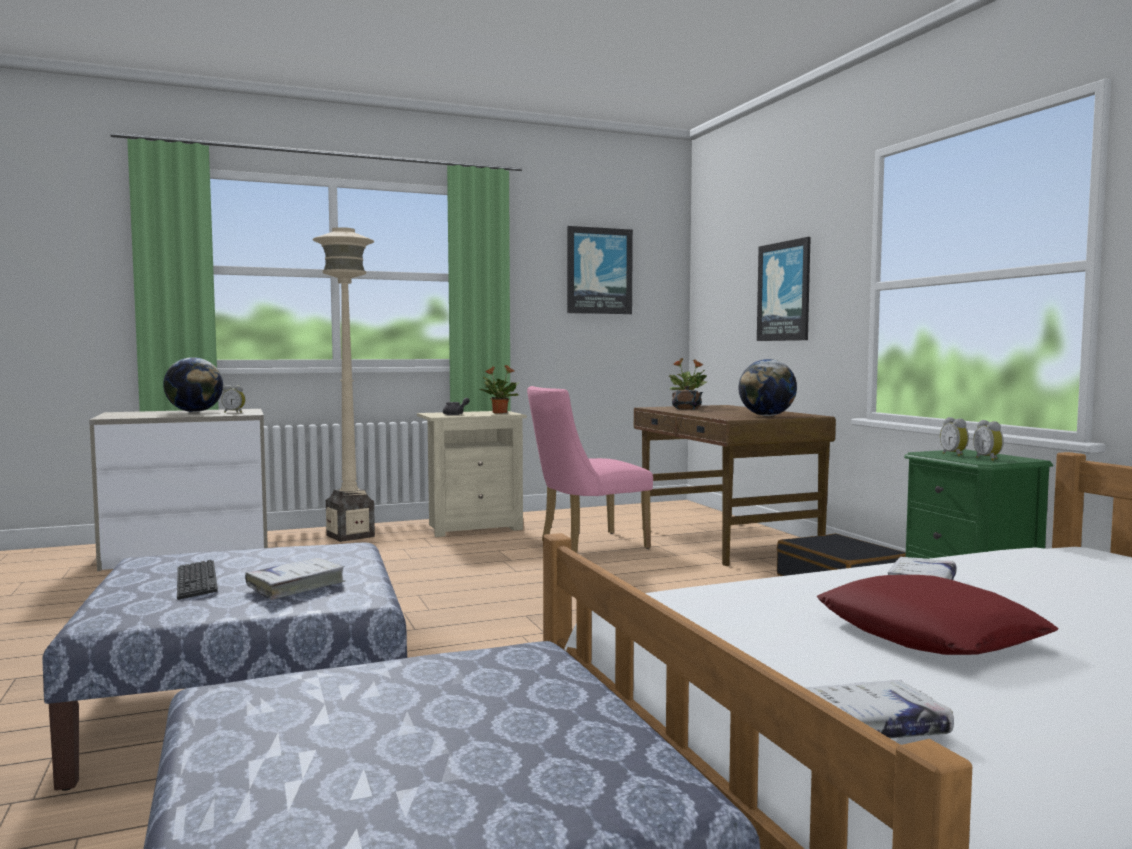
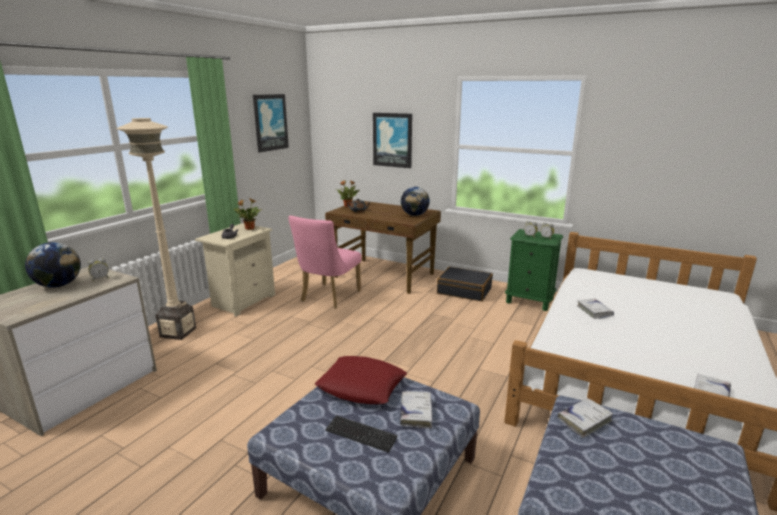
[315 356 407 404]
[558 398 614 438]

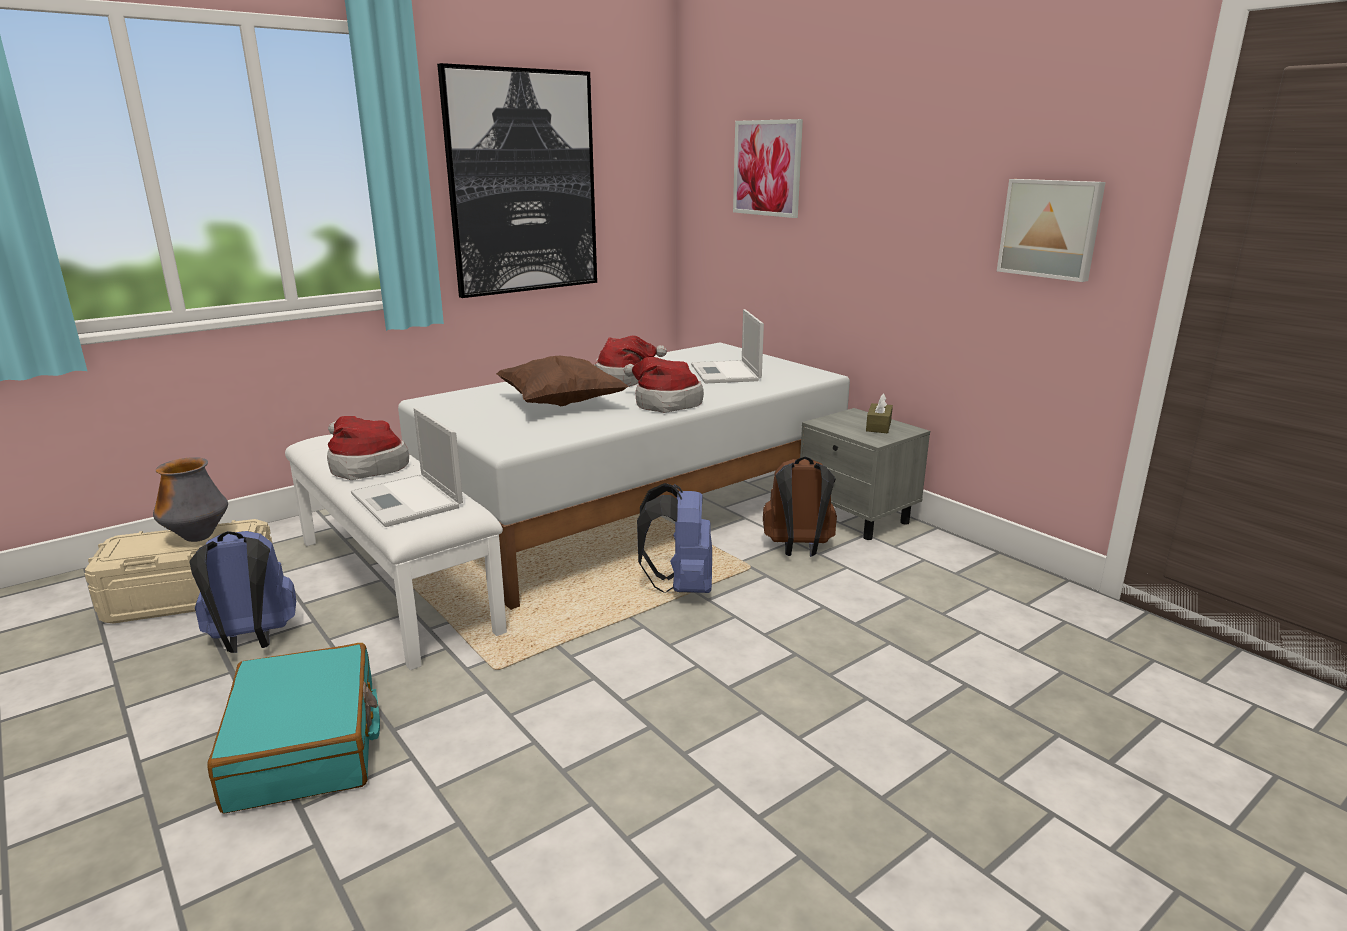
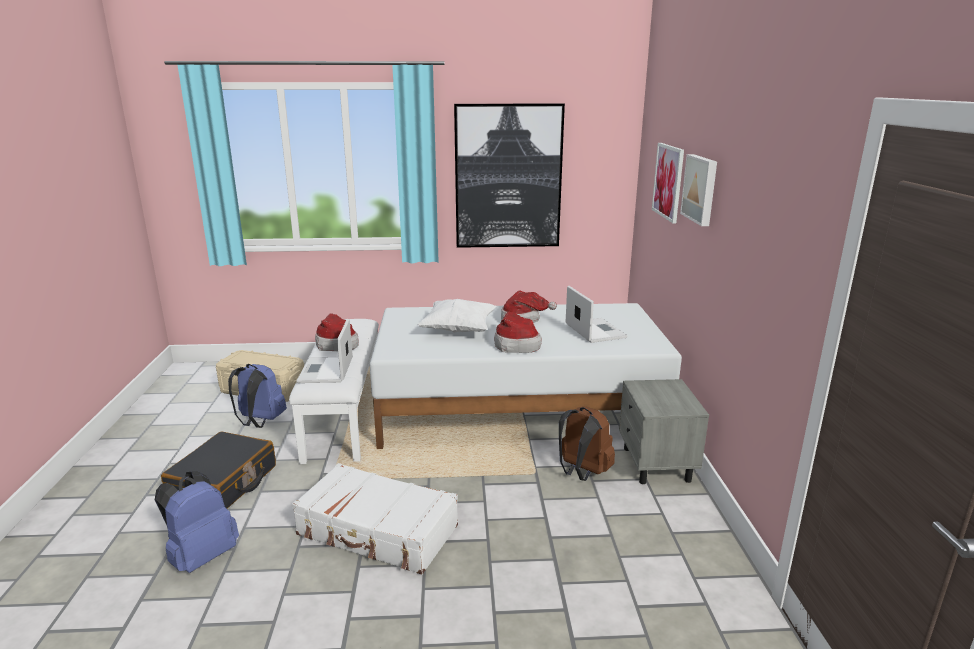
[680 154 717 226]
[565 286 627 343]
[418 299 497 333]
[866 393 893 433] (first image)
[153 457 228 542] (first image)
[155 471 239 573]
[161 432 276 509]
[292 463 458 575]

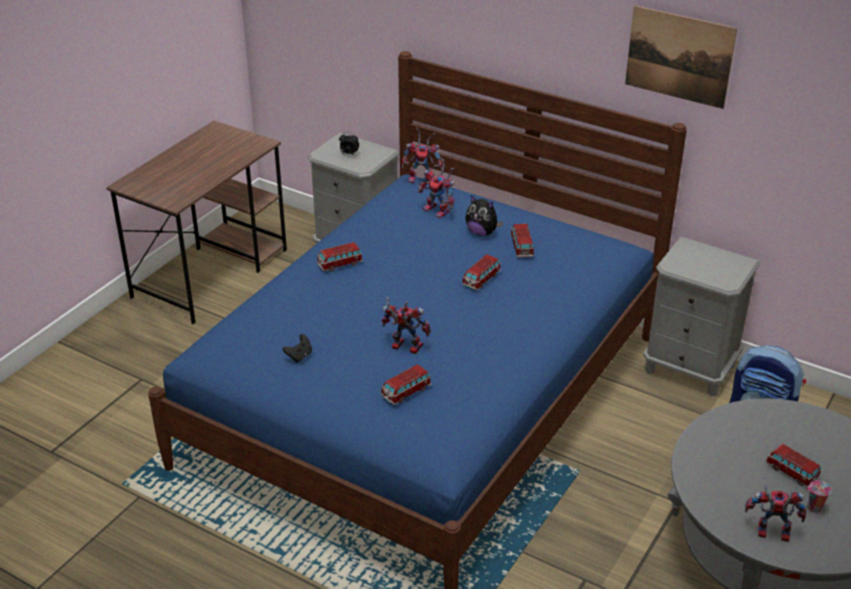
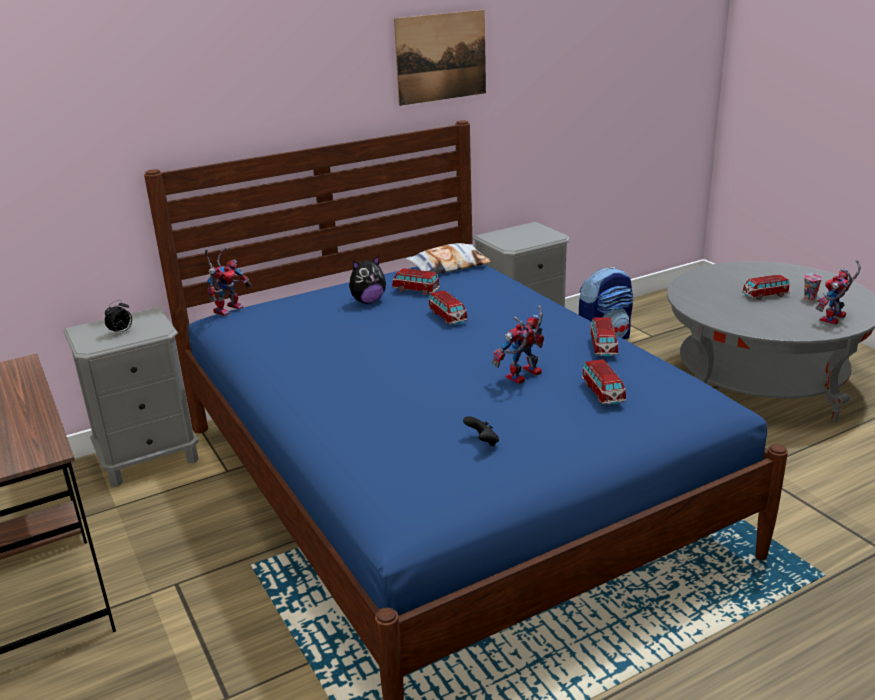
[418 157 455 218] (first image)
[590 317 618 356]
[406 243 492 274]

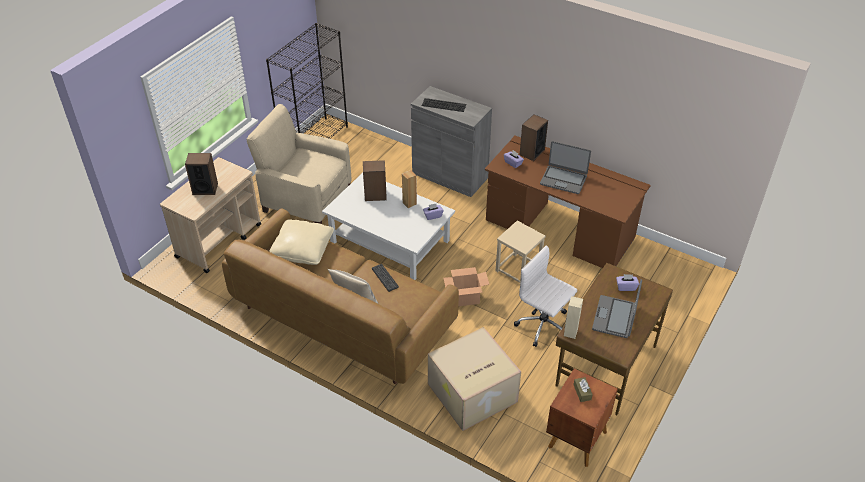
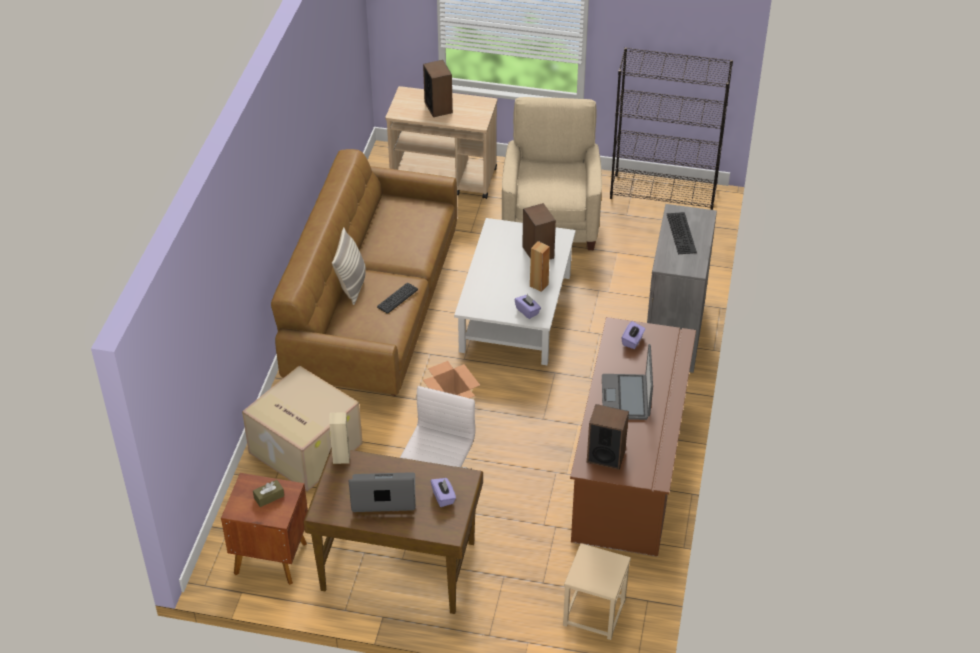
[587 404 629 470]
[269 219 334 265] (first image)
[563 543 631 640]

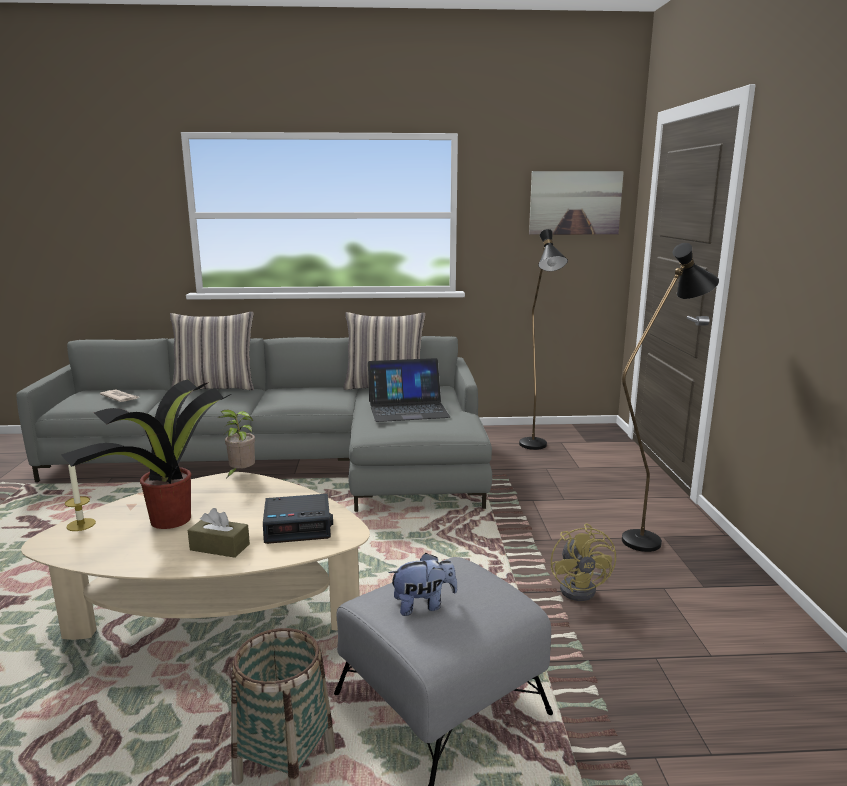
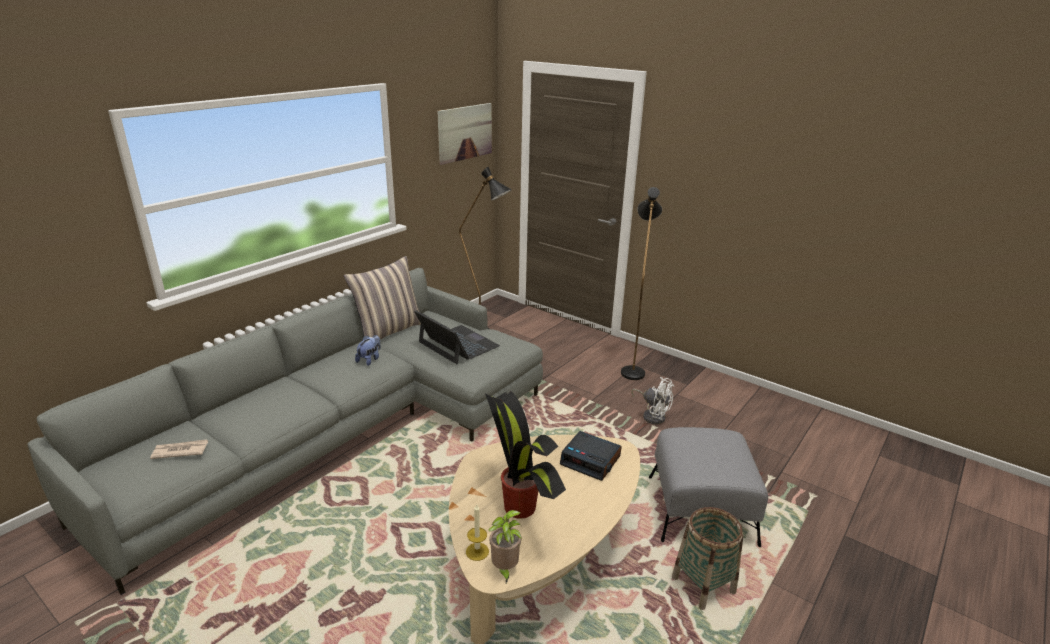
[170 312 254 390] (first image)
[414 310 500 364]
[488 510 522 583]
[560 431 622 481]
[188 508 250 558] (first image)
[631 377 674 424]
[355 335 381 366]

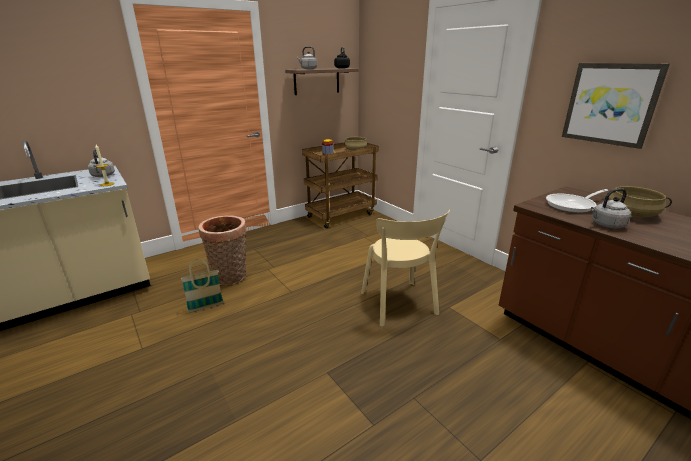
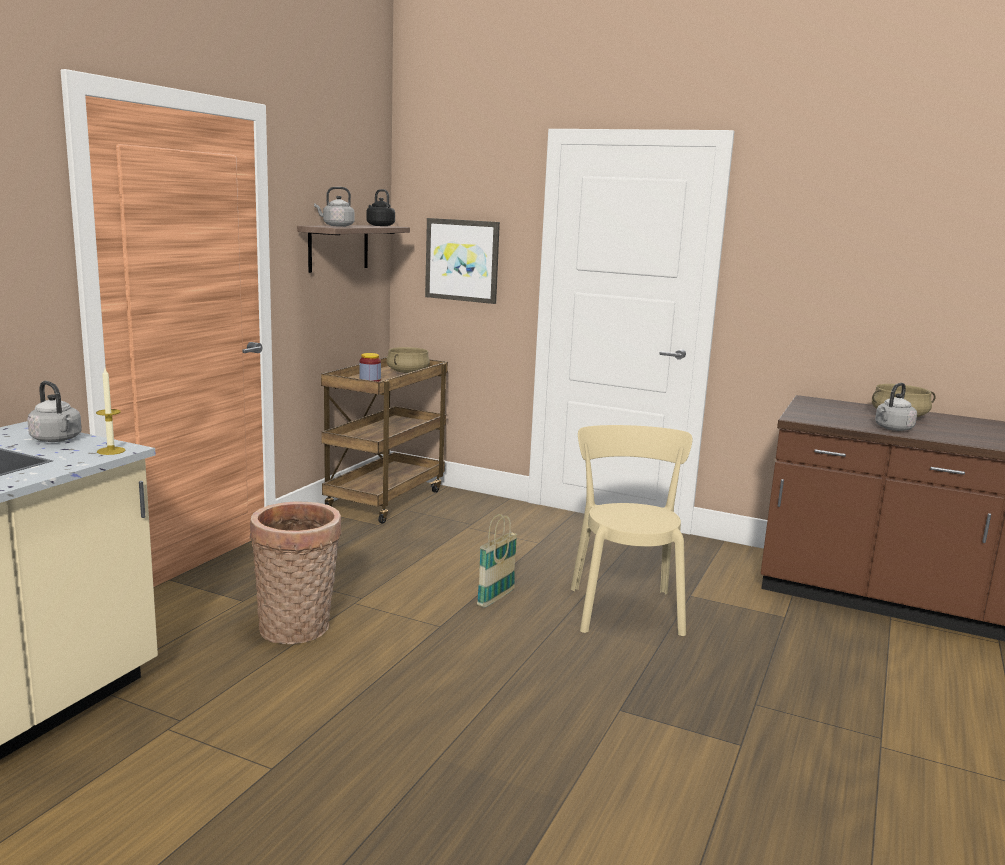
[425 218 500 304]
[546 189 608 213] (first image)
[571 425 692 636]
[477 514 518 608]

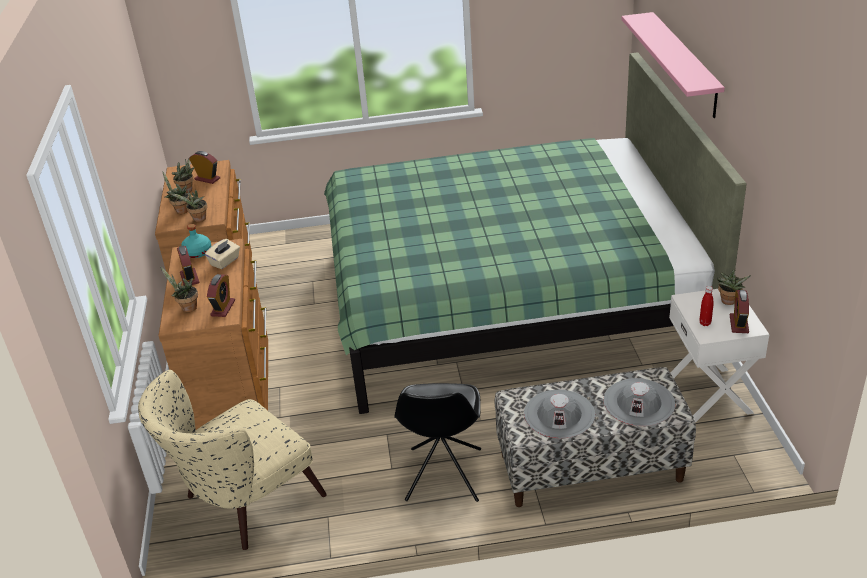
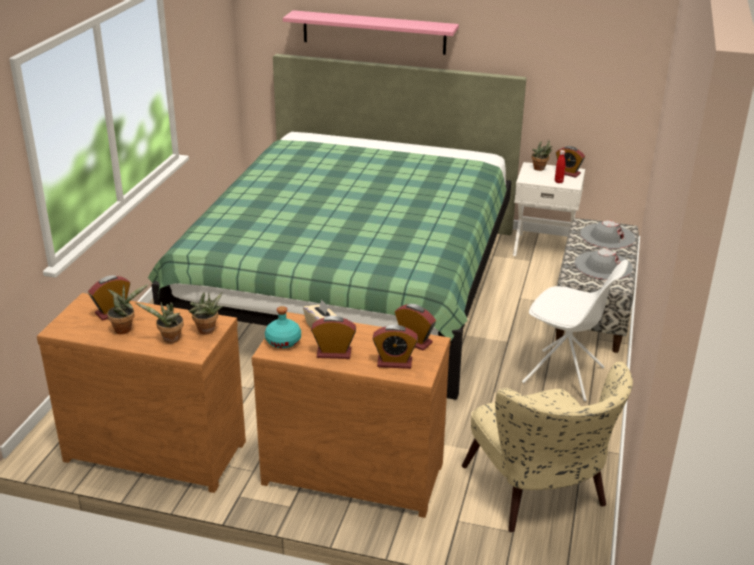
[373 325 418 369]
[522 260 628 401]

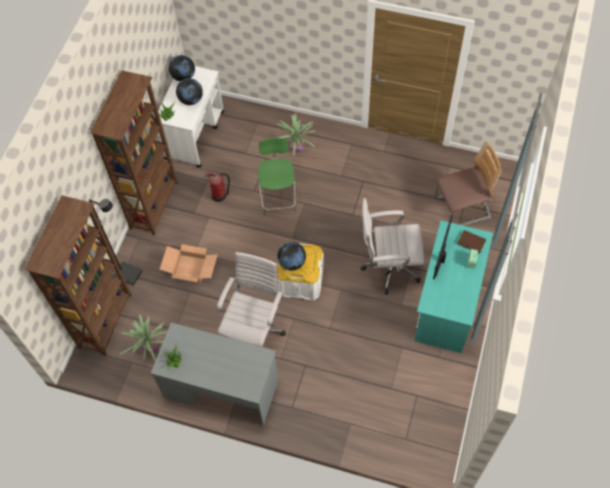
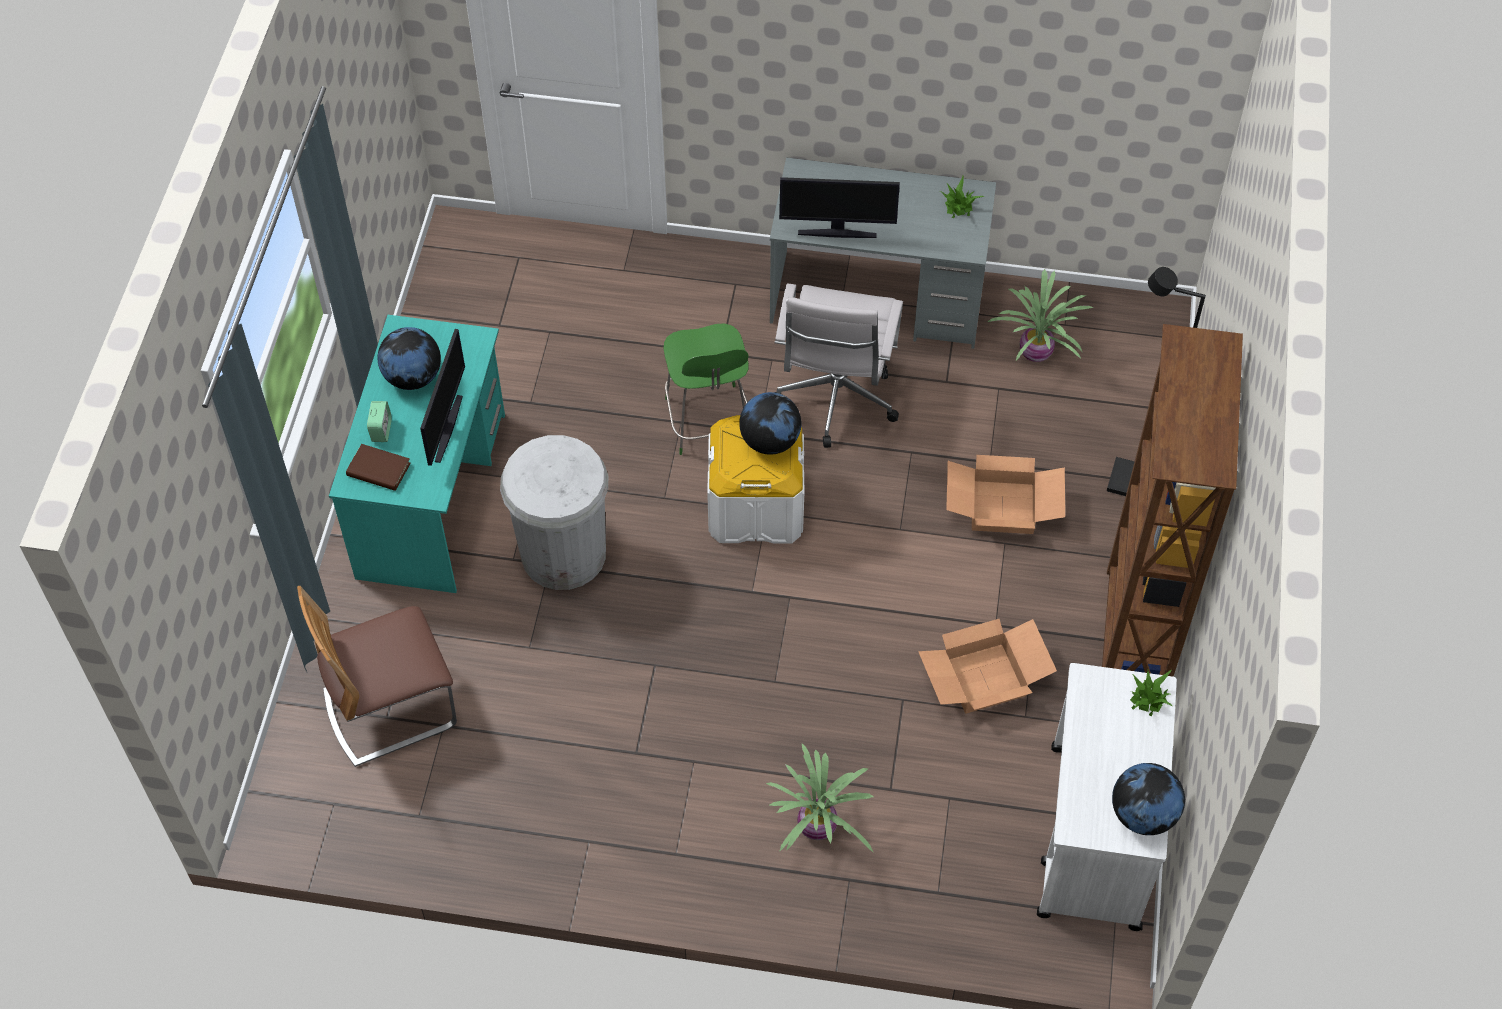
[378 327 441 390]
[664 323 749 455]
[918 619 1057 714]
[24 195 132 356] (first image)
[500 435 609 590]
[779 177 900 238]

